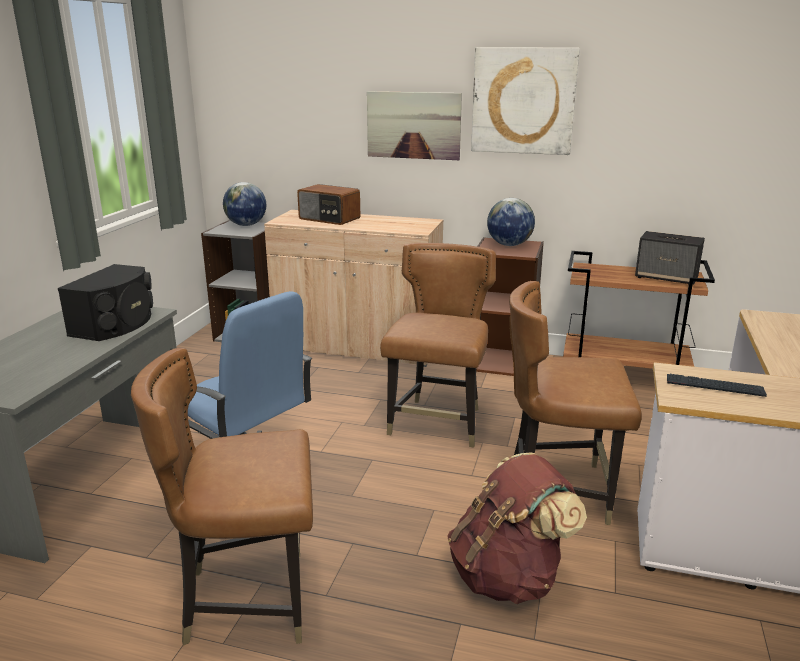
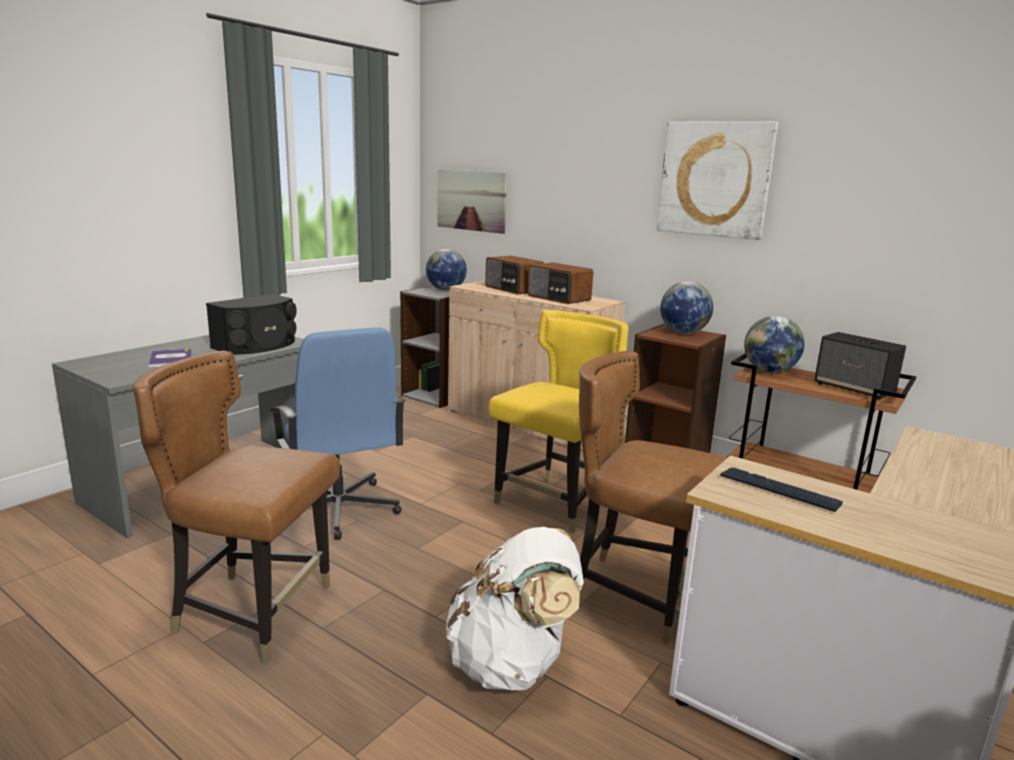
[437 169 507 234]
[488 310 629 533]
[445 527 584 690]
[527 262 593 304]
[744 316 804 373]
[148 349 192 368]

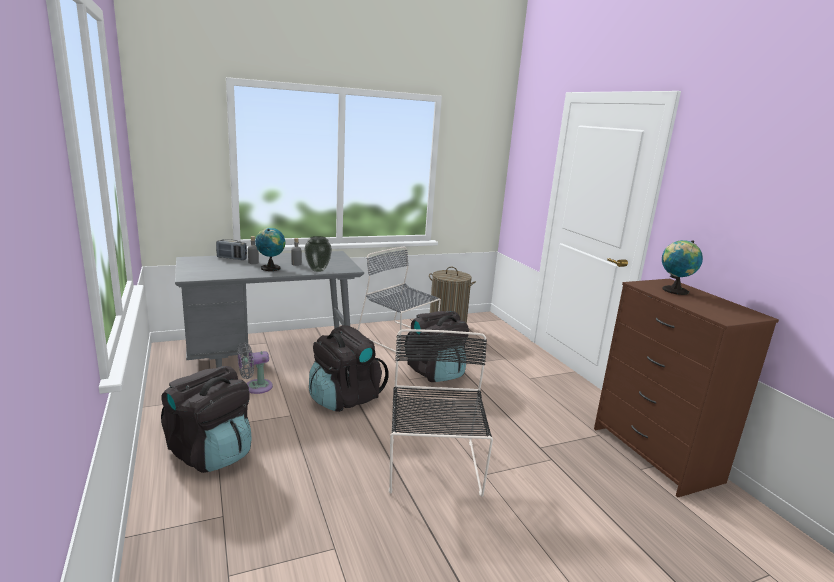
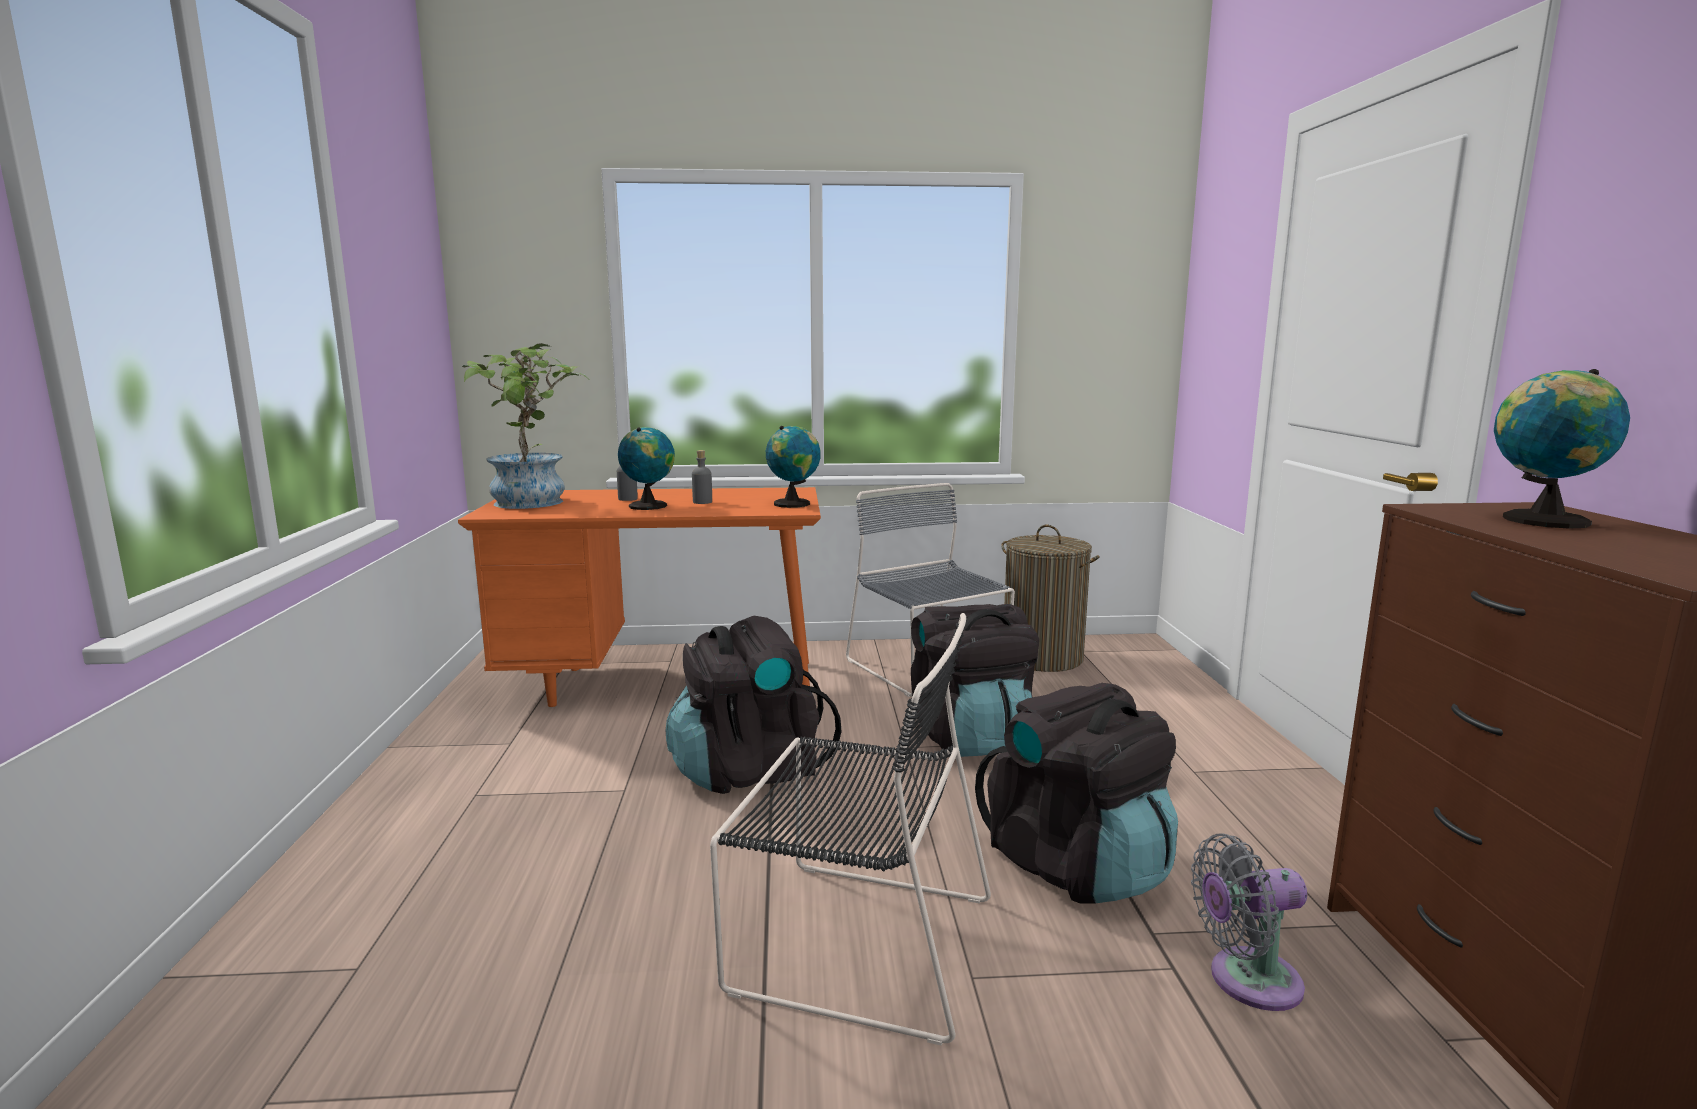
[304 236 332 272] (first image)
[216 239 247 260] (first image)
[458 487 821 707]
[710 613 991 1046]
[1191 834 1307 1011]
[975 683 1178 904]
[462 343 589 509]
[766 426 820 508]

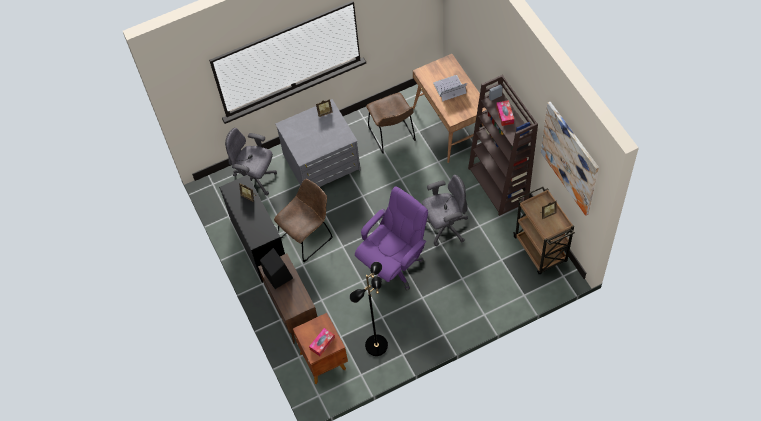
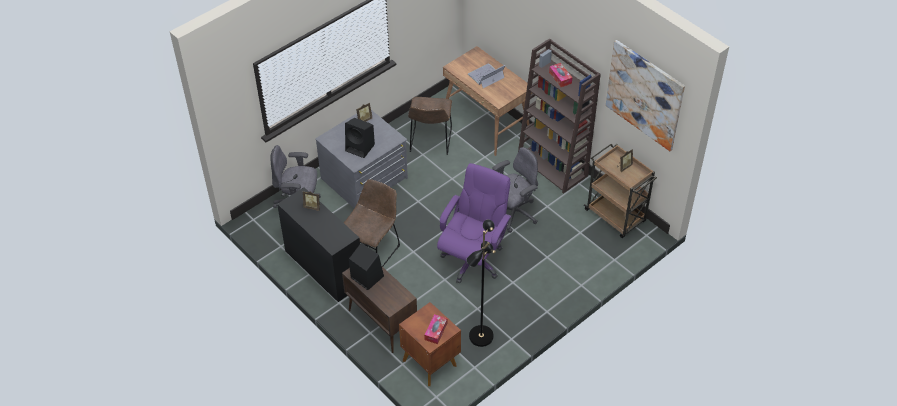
[408 97 452 155]
[345 118 375 158]

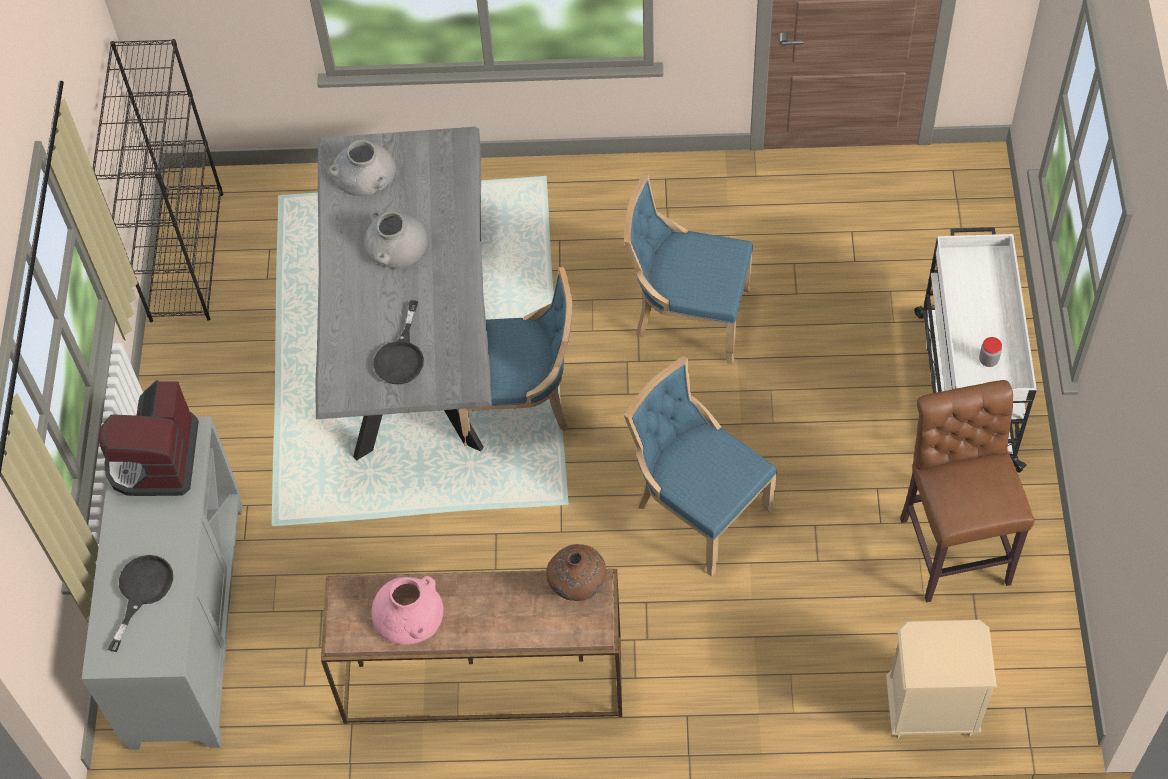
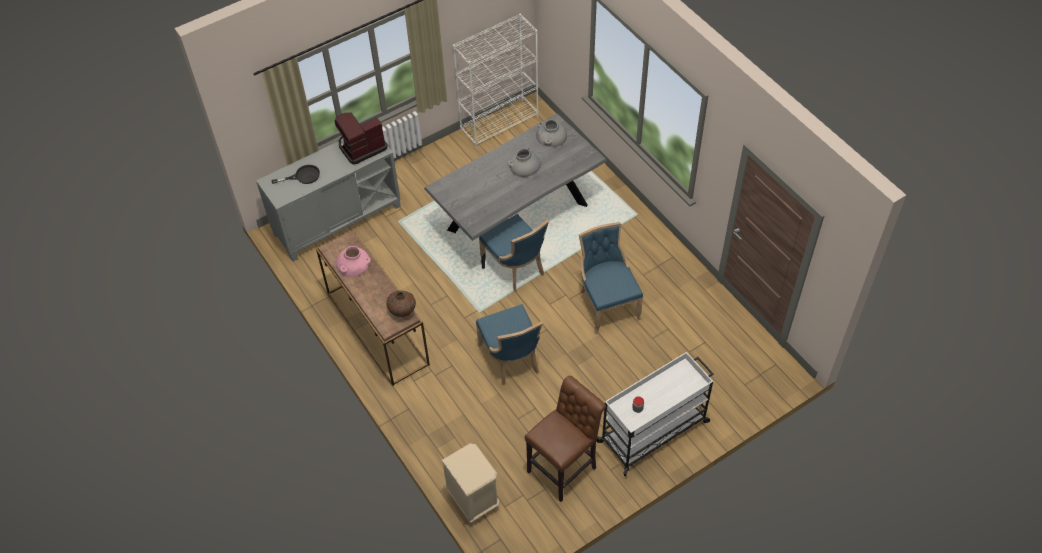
[453 14 539 148]
[373 300 424 384] (first image)
[476 304 543 385]

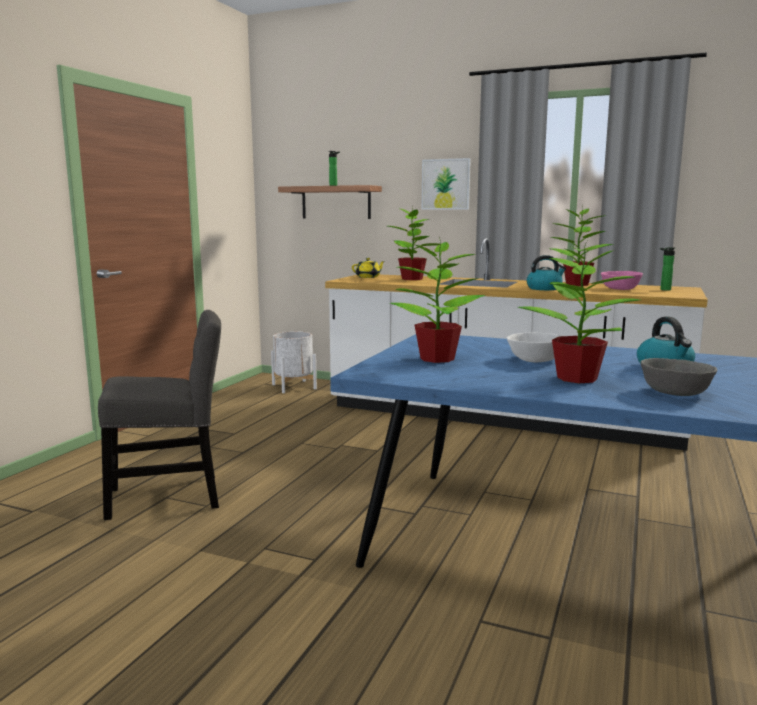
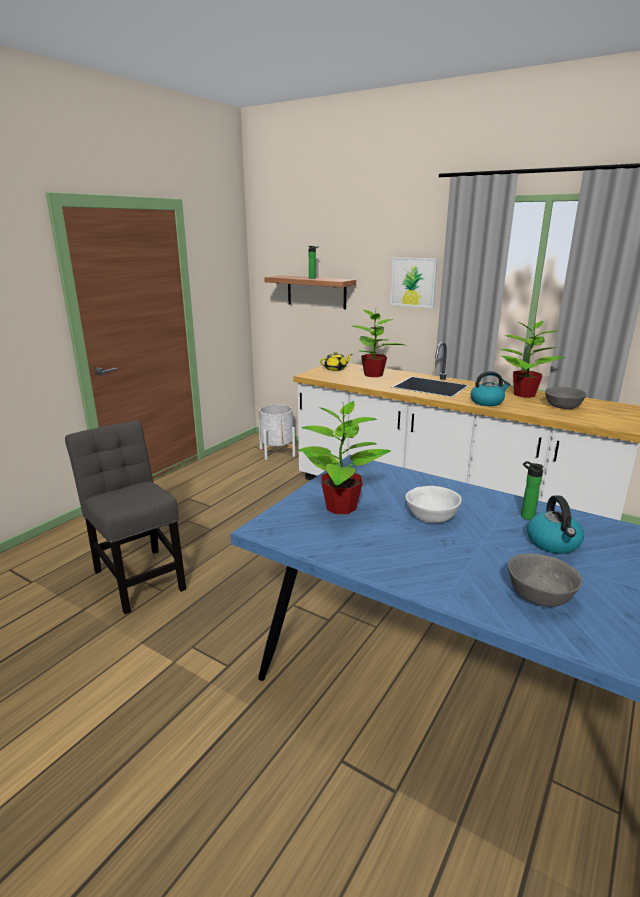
[517 241 640 383] (first image)
[521 461 544 520]
[545 387 587 409]
[65 420 186 614]

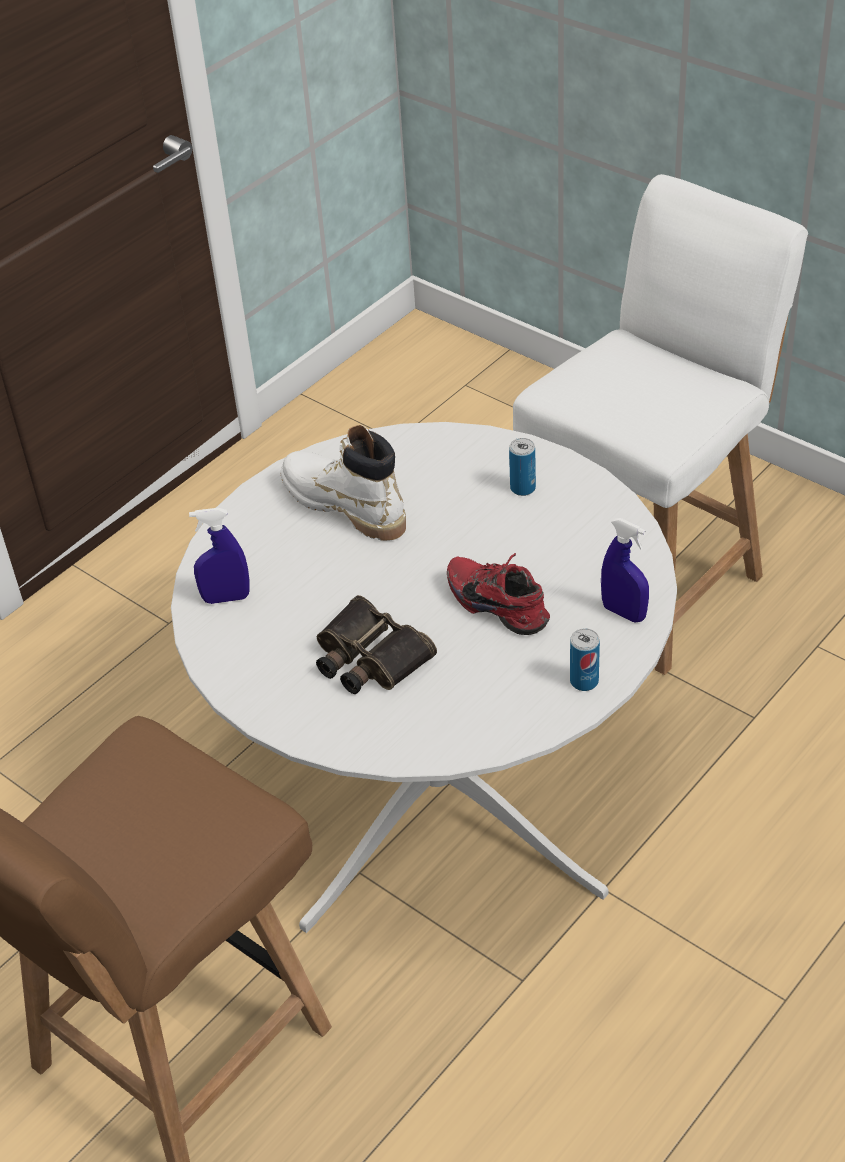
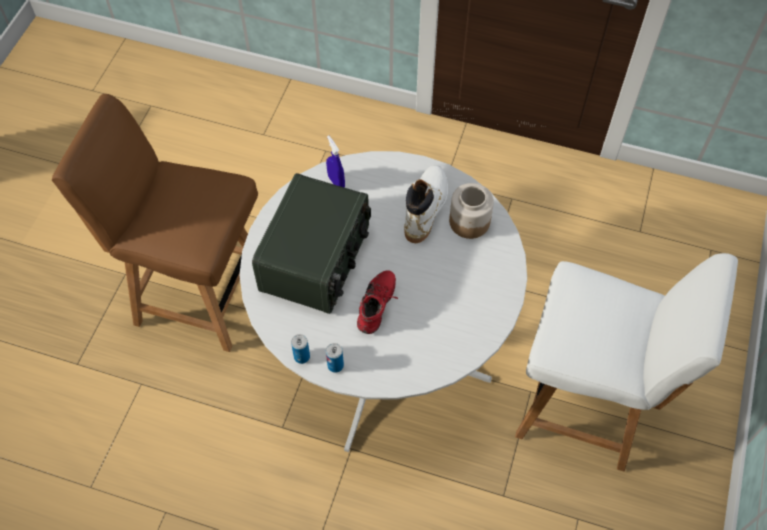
[291 334 310 364]
[601 518 649 623] (first image)
[252 173 371 314]
[449 183 494 239]

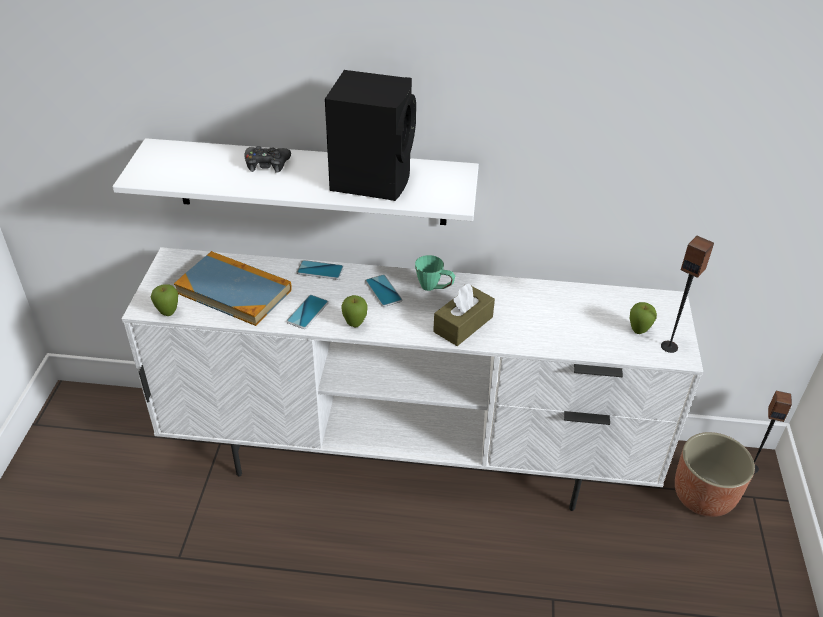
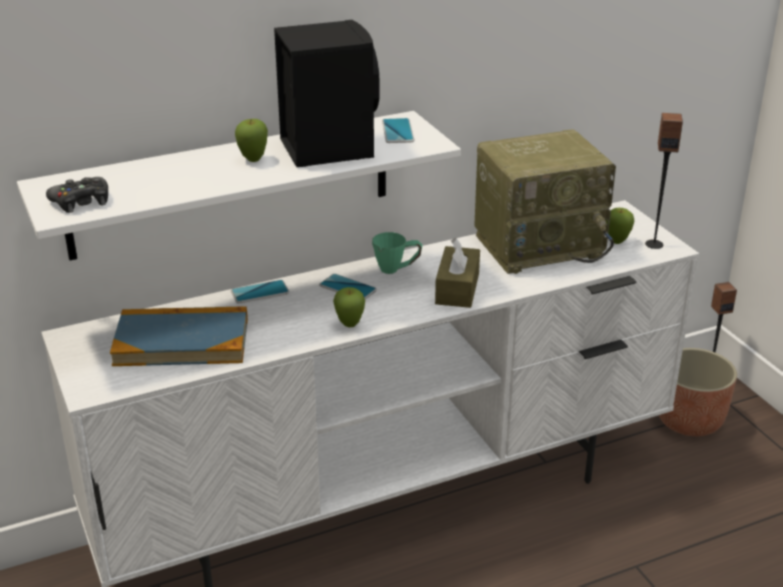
[46 177 108 213]
[235 119 268 162]
[382 118 415 143]
[474 129 616 274]

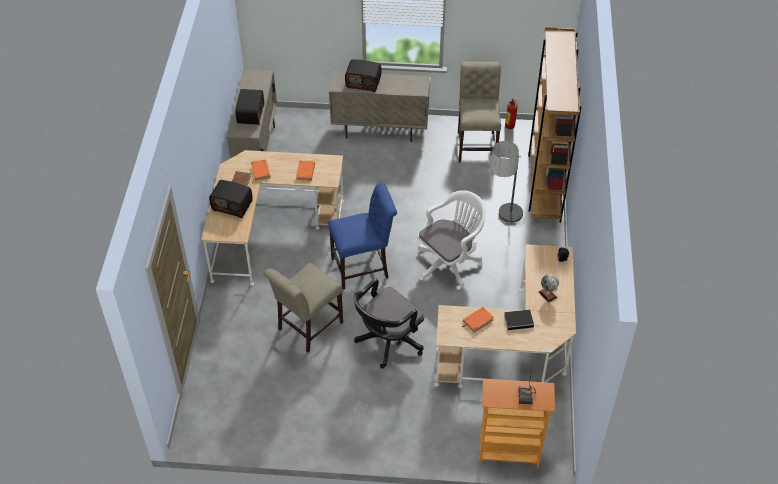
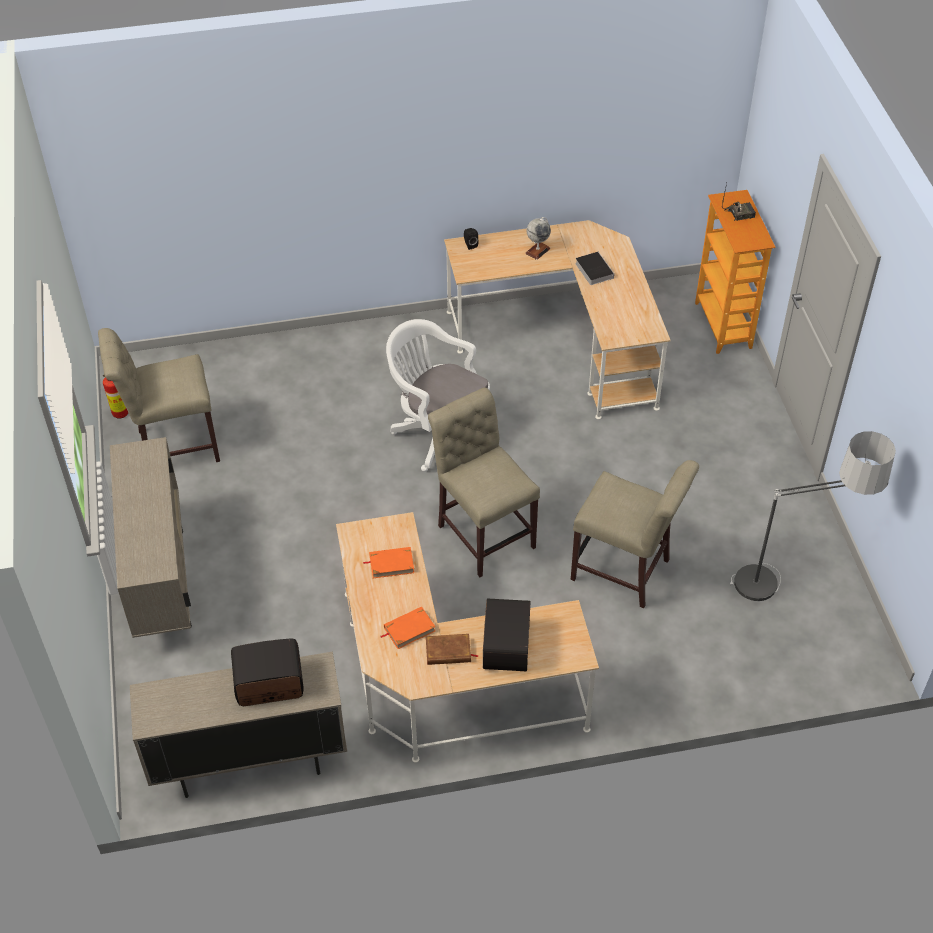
[528 27 582 223] (first image)
[345 59 382 92] (first image)
[730 431 896 601]
[428 388 540 577]
[354 278 424 369] (first image)
[462 307 494 333] (first image)

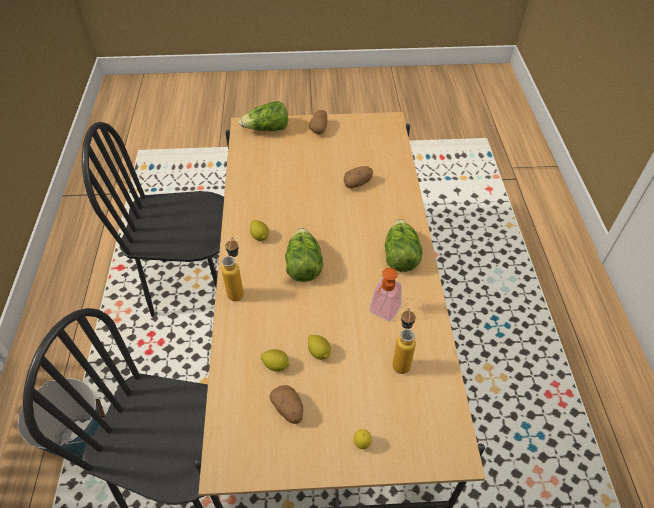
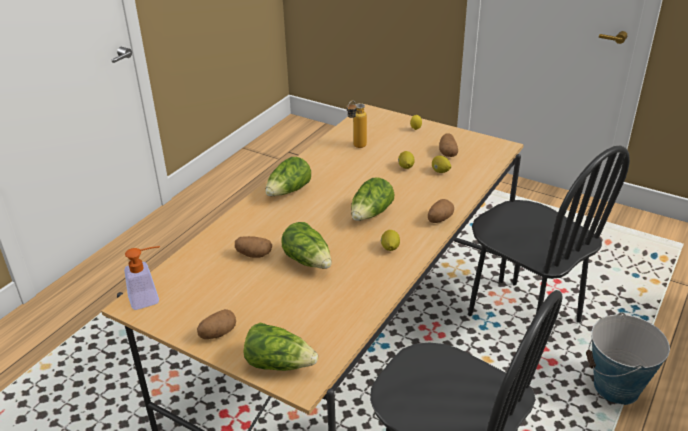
[428 199 454 223]
[124 246 160 310]
[281 222 331 269]

